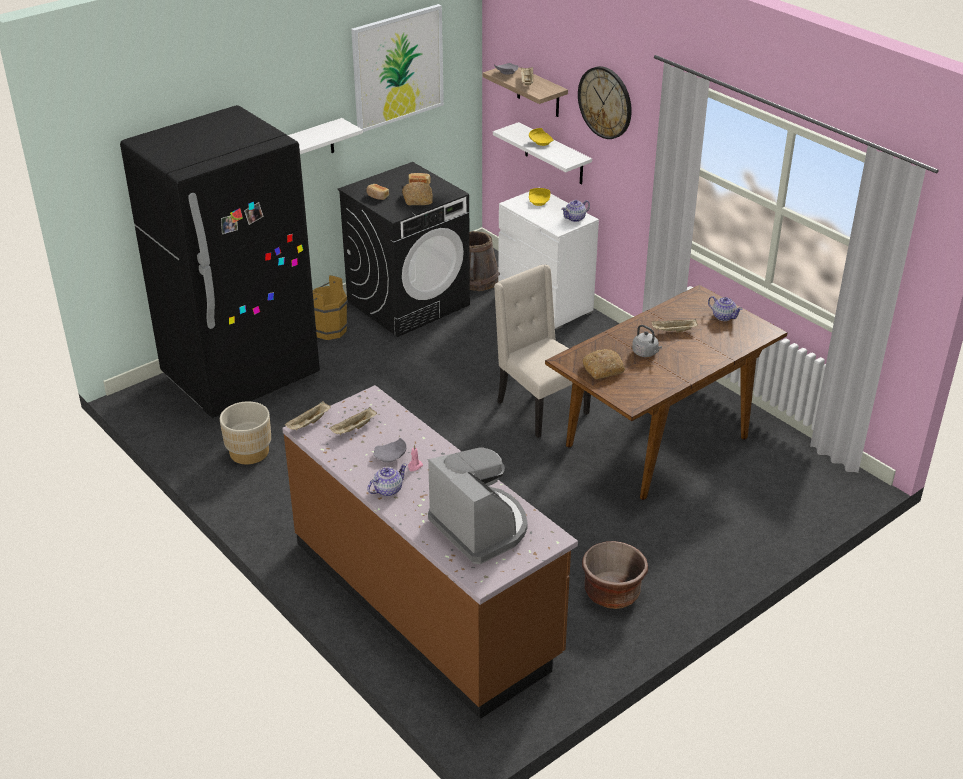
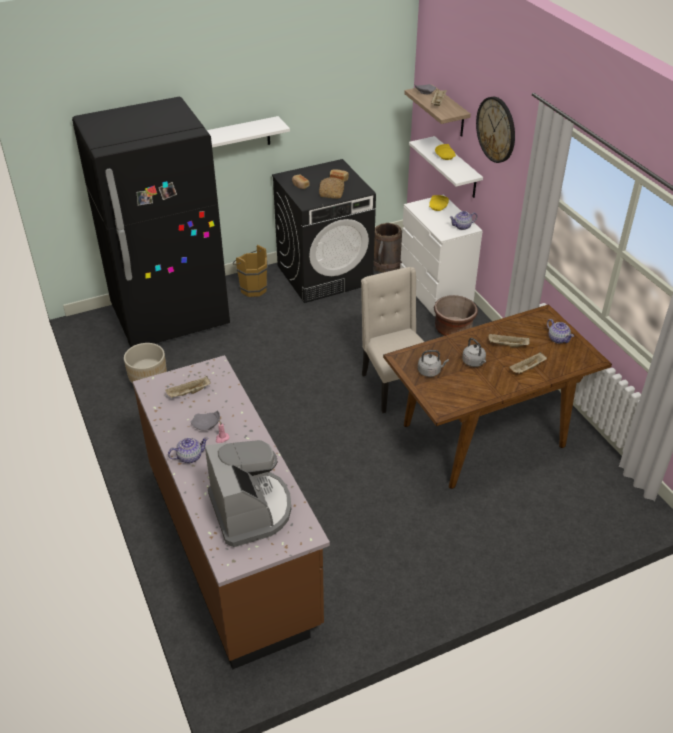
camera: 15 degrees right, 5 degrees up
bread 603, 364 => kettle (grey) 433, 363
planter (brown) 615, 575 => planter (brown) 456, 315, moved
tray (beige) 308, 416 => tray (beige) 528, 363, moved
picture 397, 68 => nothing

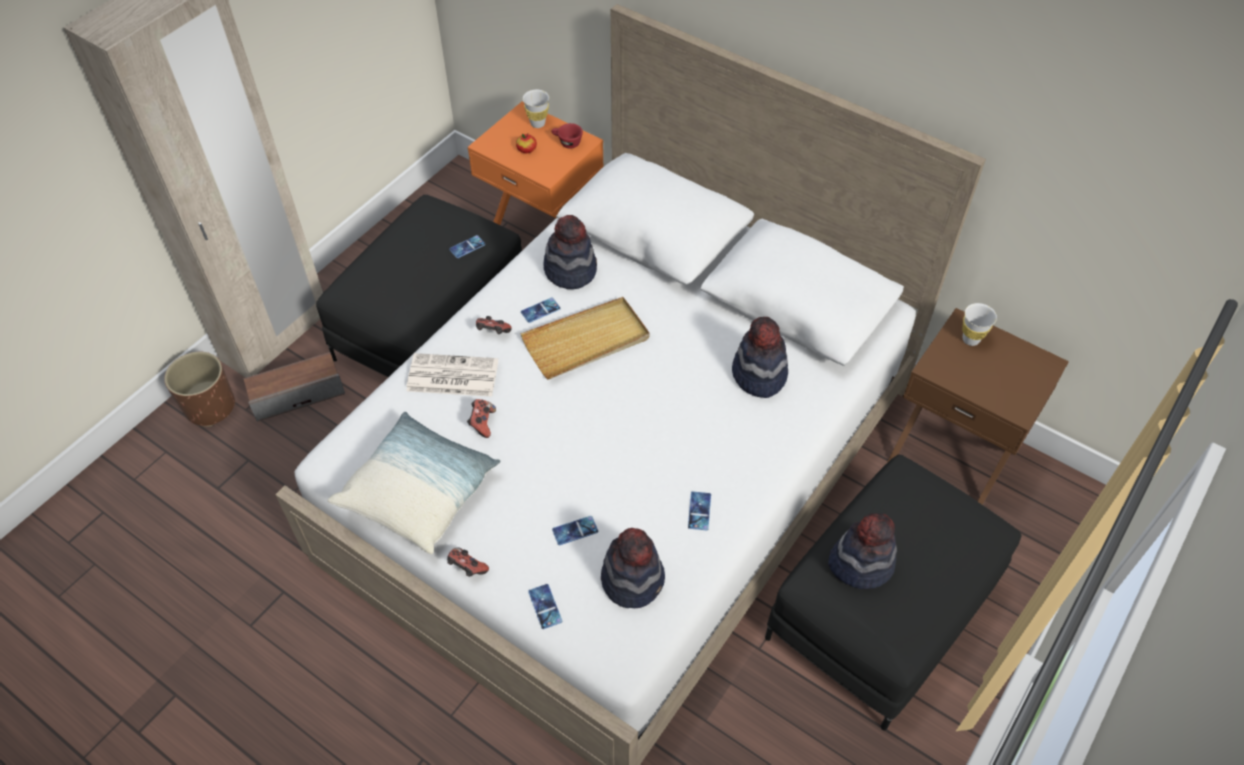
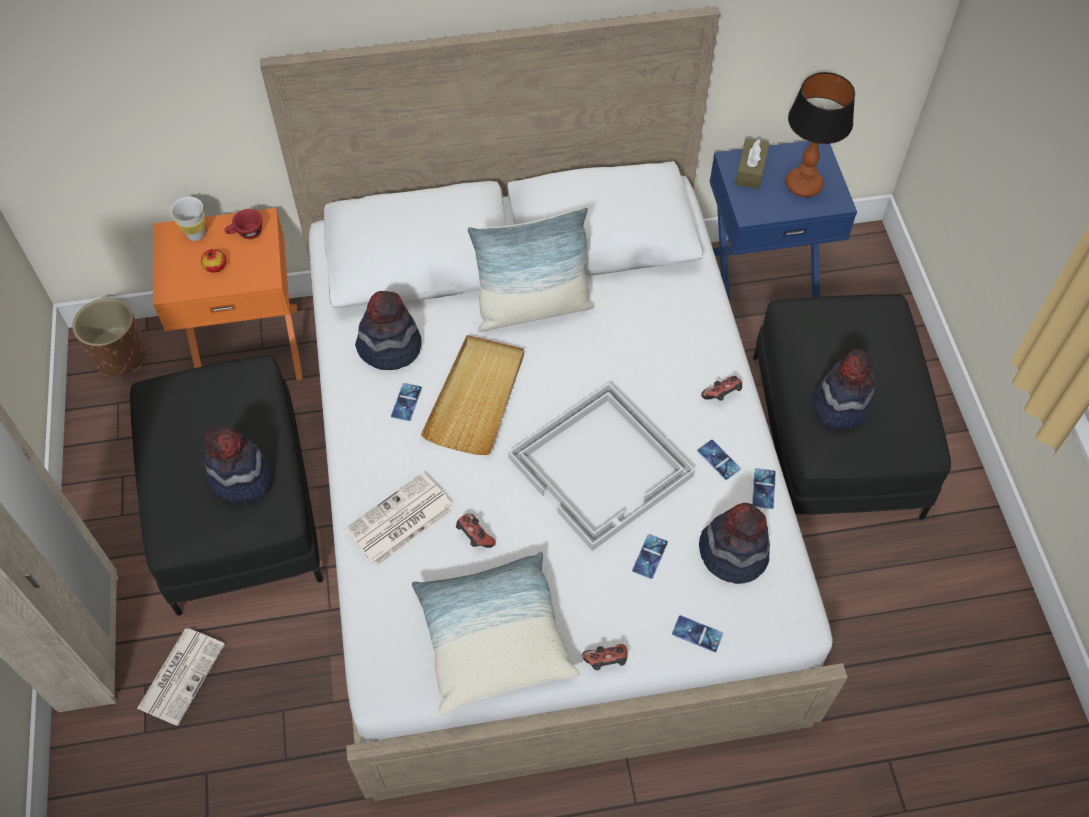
camera: 45 degrees left, 5 degrees up
planter (brown) 199, 389 => planter (brown) 109, 337, moved
speaker 294, 387 => newspaper 181, 677
hat 760, 357 => hat 238, 464, moved
nothing => pillow 530, 269
nothing => tray (white) 601, 467
game controller 494, 325 => game controller 721, 388, moved
nightstand (brown) 978, 406 => nightstand (blue) 783, 221
cup (white) 979, 324 => tissue box (brown) 752, 164
phone 467, 246 => phone 764, 488, moved
nothing => table lamp 820, 134

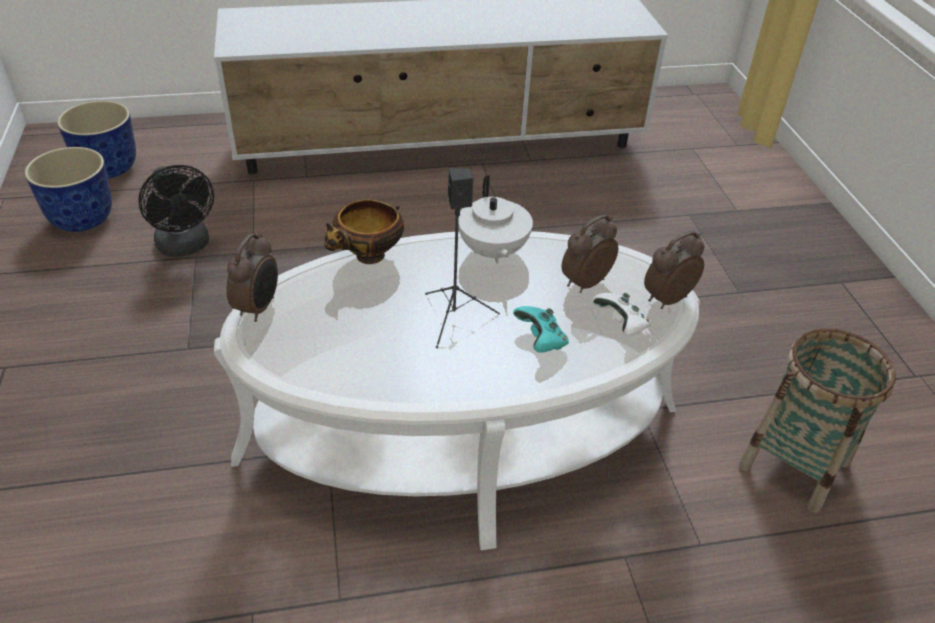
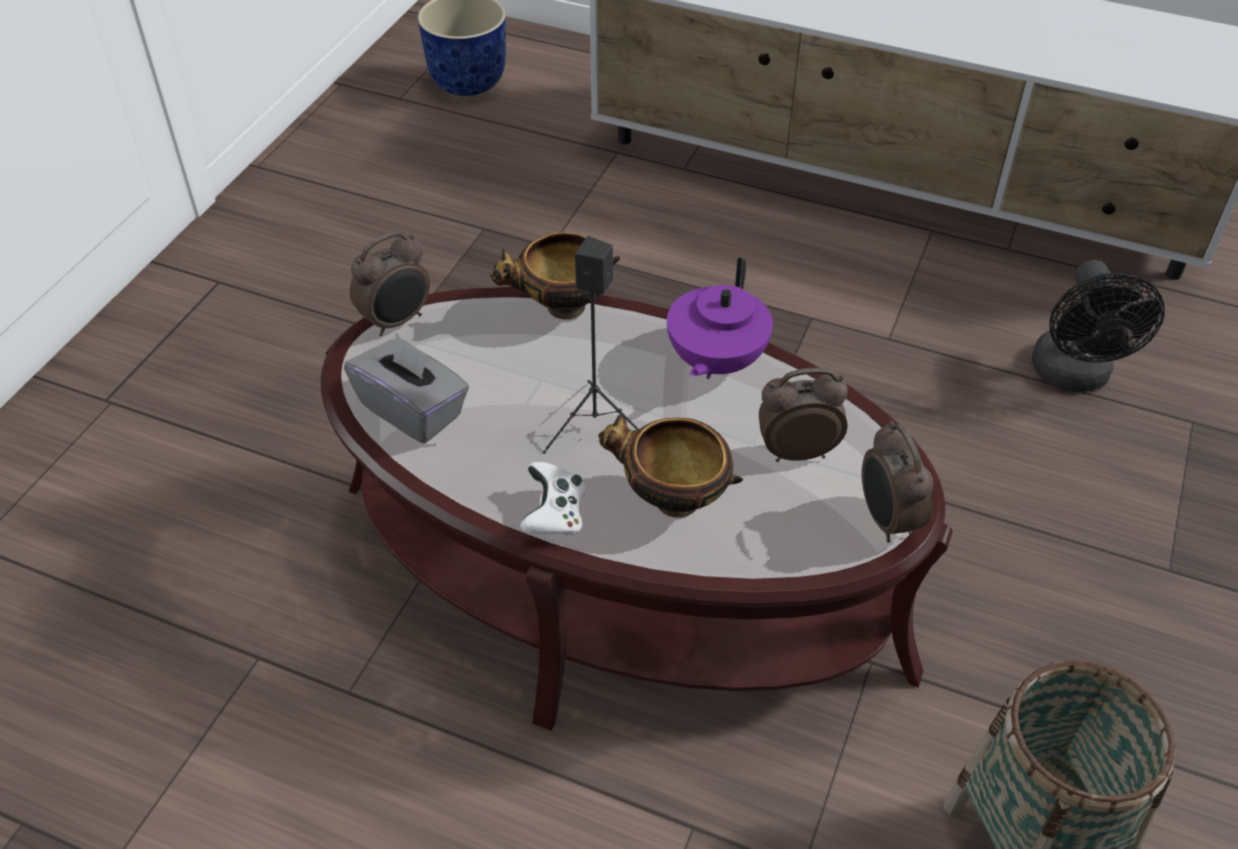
camera: 35 degrees right, 5 degrees up
coffee table (white) 457, 390 => coffee table (brown) 636, 509
nothing => tissue box (grey) 406, 388
game controller (white) 621, 314 => game controller (white) 552, 499, moved
game controller (turquoise) 541, 329 => bowl 670, 465
teapot (white) 495, 219 => teapot (purple) 720, 318
alarm clock 674, 270 => alarm clock 898, 482, 105 degrees counterclockwise
fan (black) 176, 211 => fan (black) 1098, 326, moved
planter 68, 189 => nothing

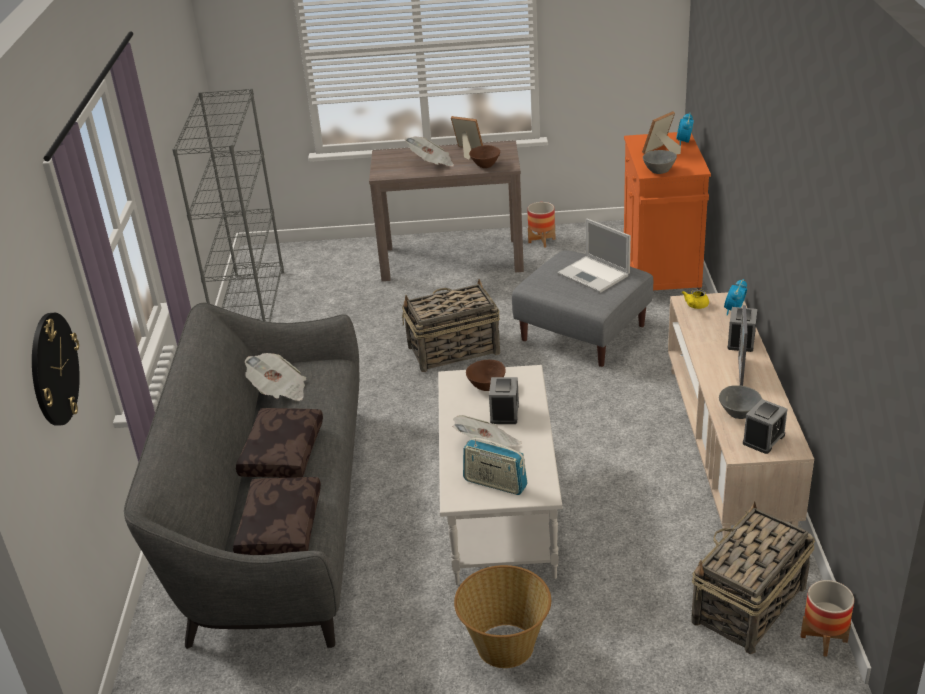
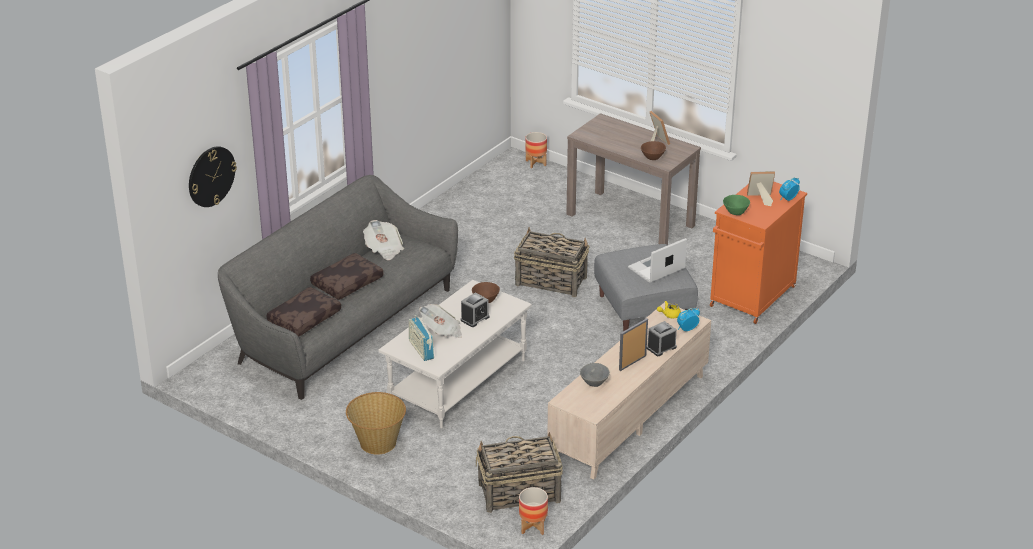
camera: 35 degrees right, 0 degrees up
planter 541, 225 => planter 536, 150, moved
laptop 594, 256 => laptop 657, 260, 60 degrees clockwise
bowl (grey) 660, 162 => bowl (green) 736, 205
bookcase (grey) 228, 205 => nothing
newspaper 429, 151 => nothing
alarm clock 765, 426 => nothing

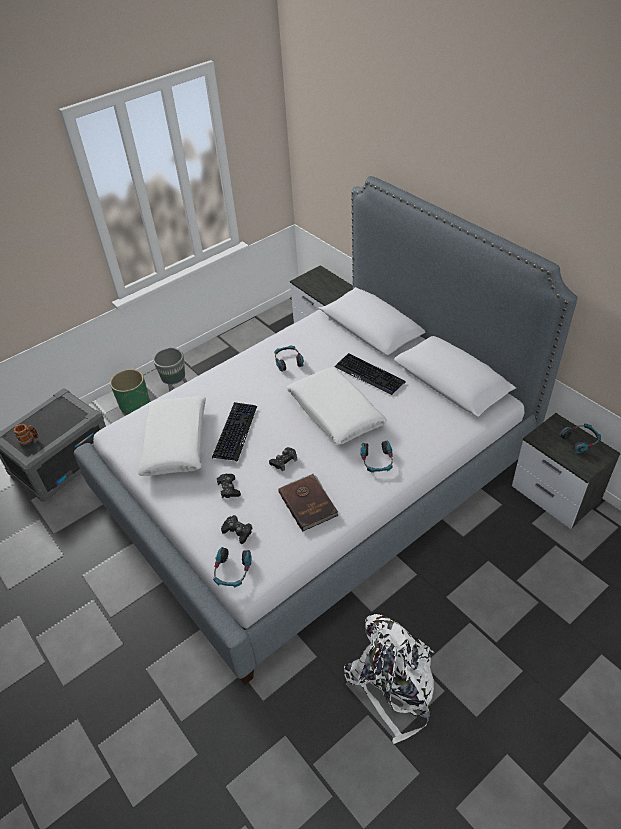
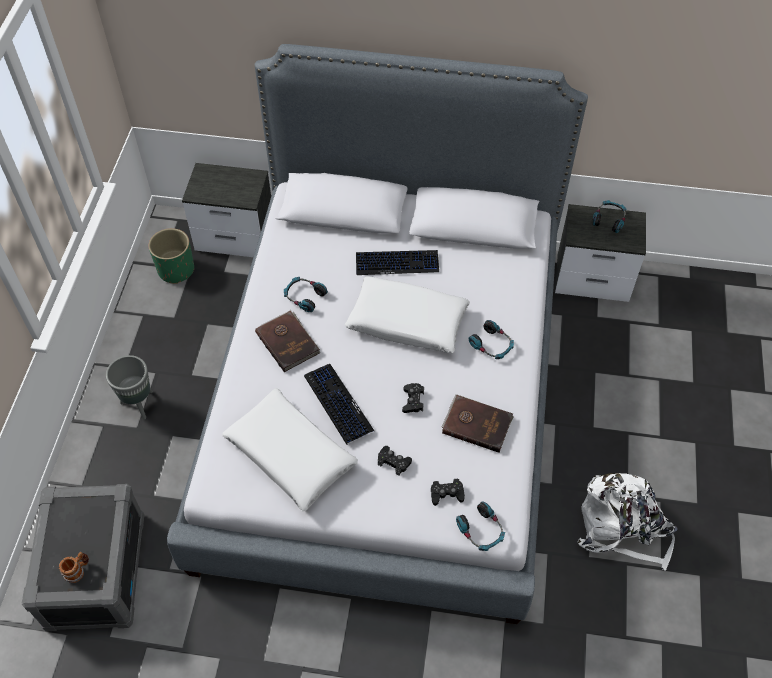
camera: 45 degrees left, 10 degrees up
planter (green) 130, 391 => planter (green) 171, 256, moved
nothing => book (brown) 287, 341

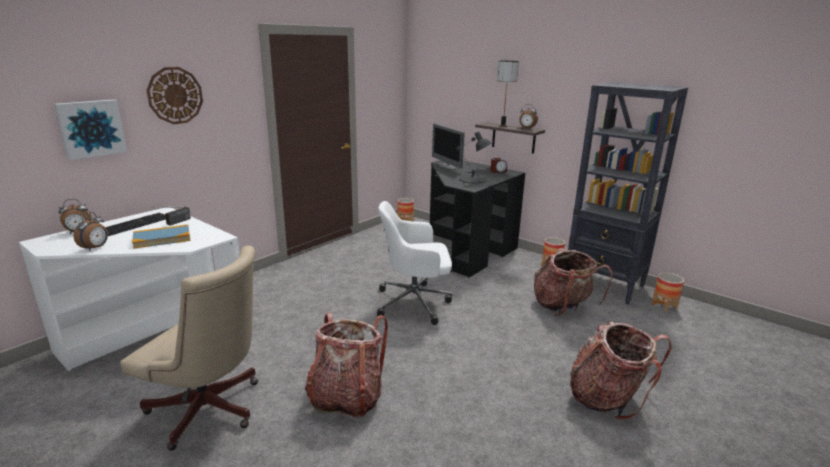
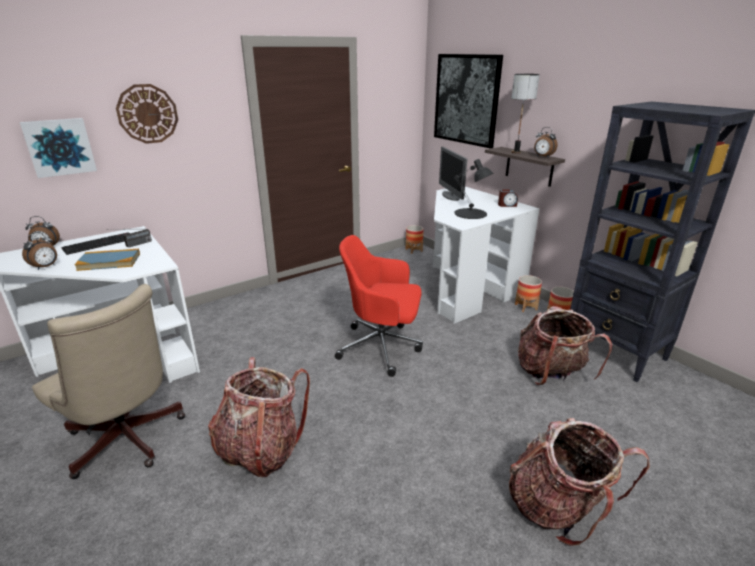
camera: 15 degrees right, 5 degrees up
office chair (white) 414, 263 => office chair (red) 379, 306
desk (black) 477, 219 => desk (white) 486, 255
nothing => picture 468, 101
planter 668, 292 => planter 528, 293, moved

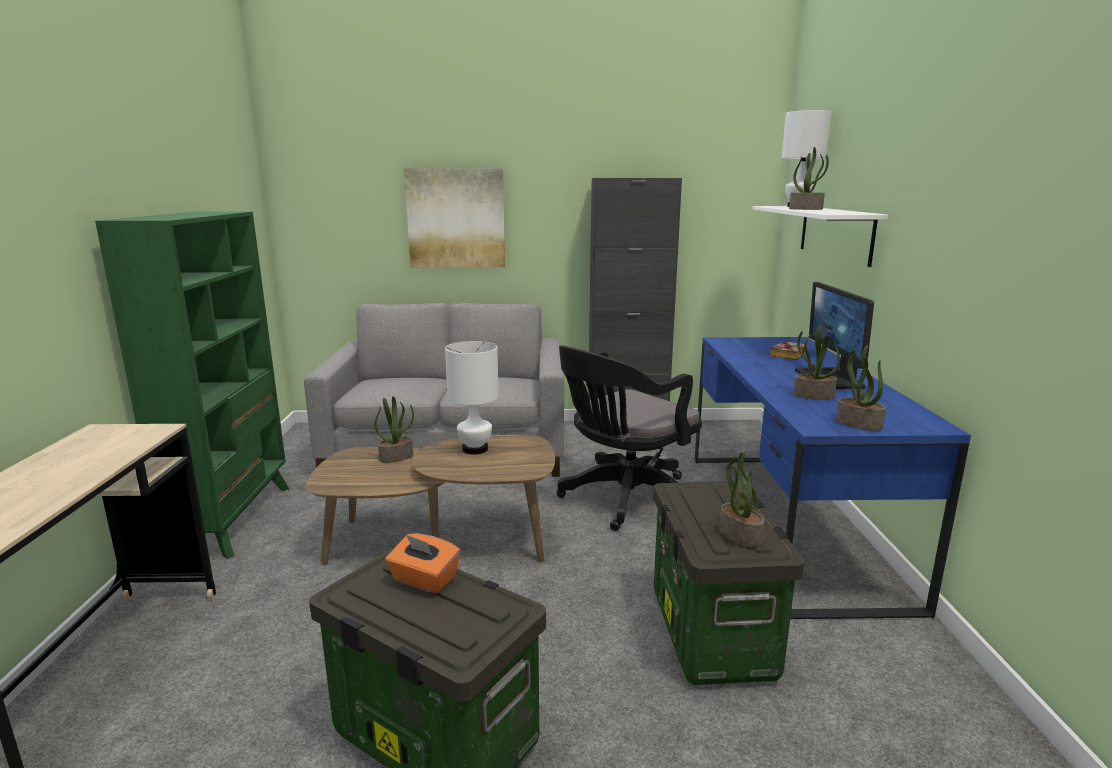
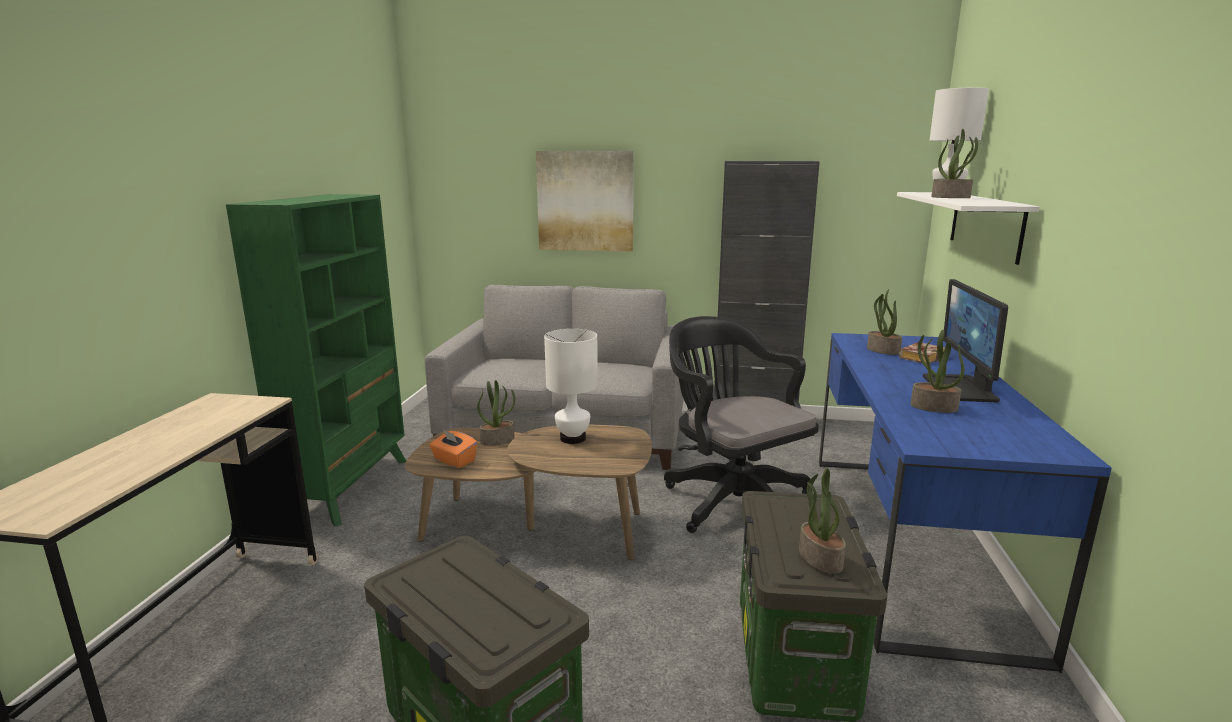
camera: 10 degrees right, 0 degrees up
tissue box (orange) 423, 563 => tissue box (orange) 453, 448, moved
office chair (black) 629, 438 => office chair (black) 741, 424, 90 degrees clockwise
potted plant 861, 388 => potted plant 884, 322, moved

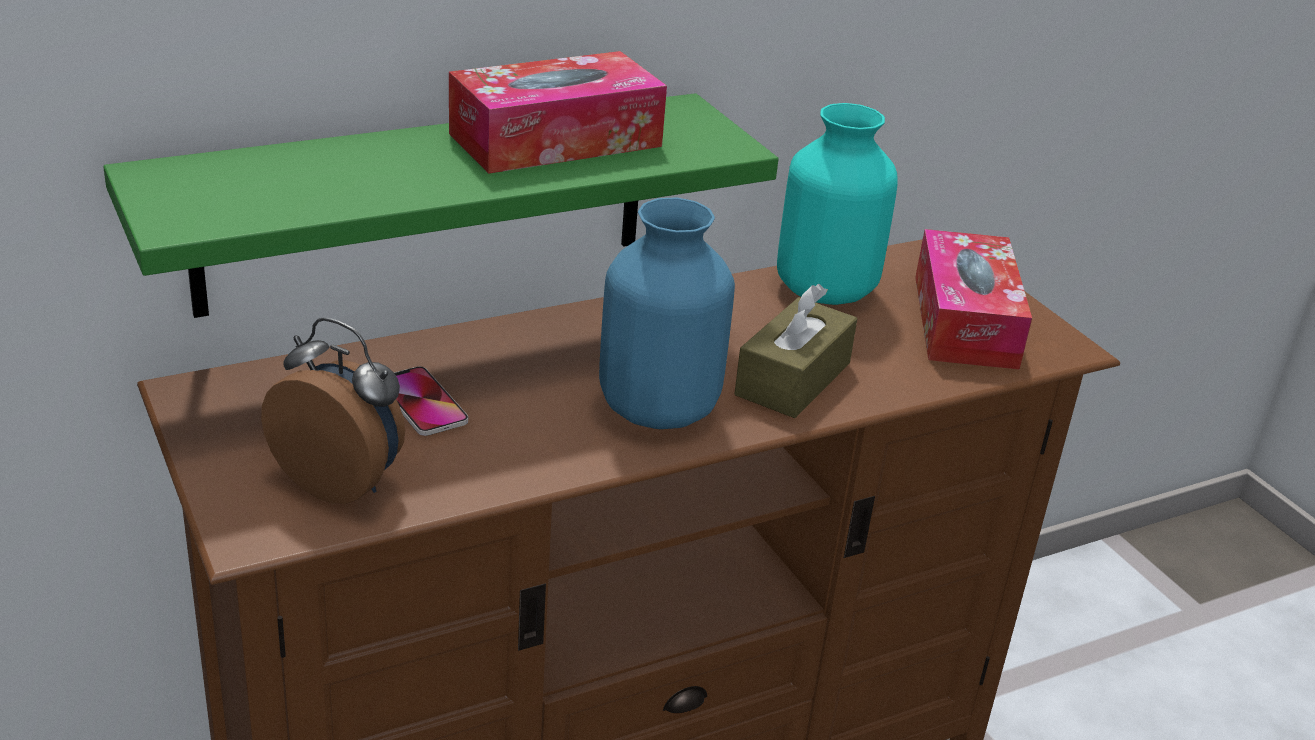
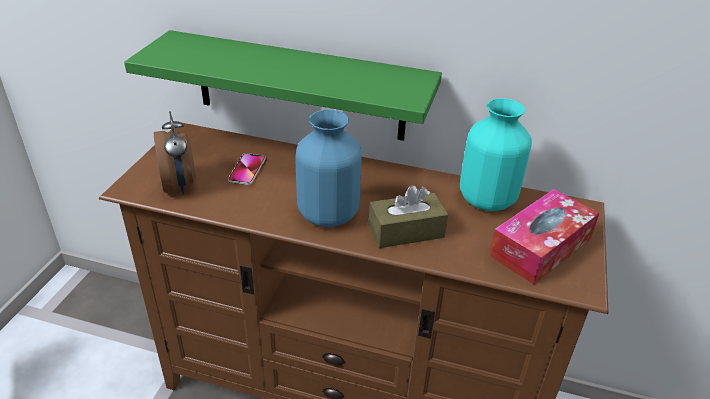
camera: 45 degrees right, 5 degrees up
tissue box 558, 112 => nothing

